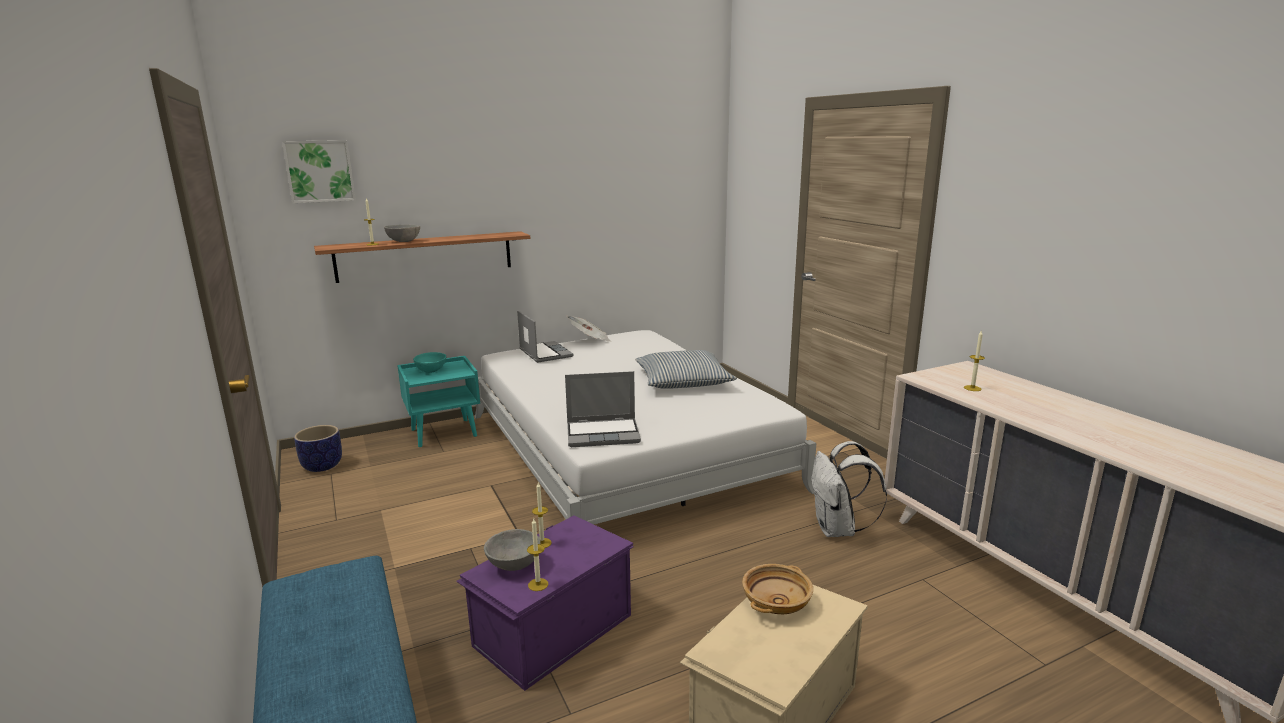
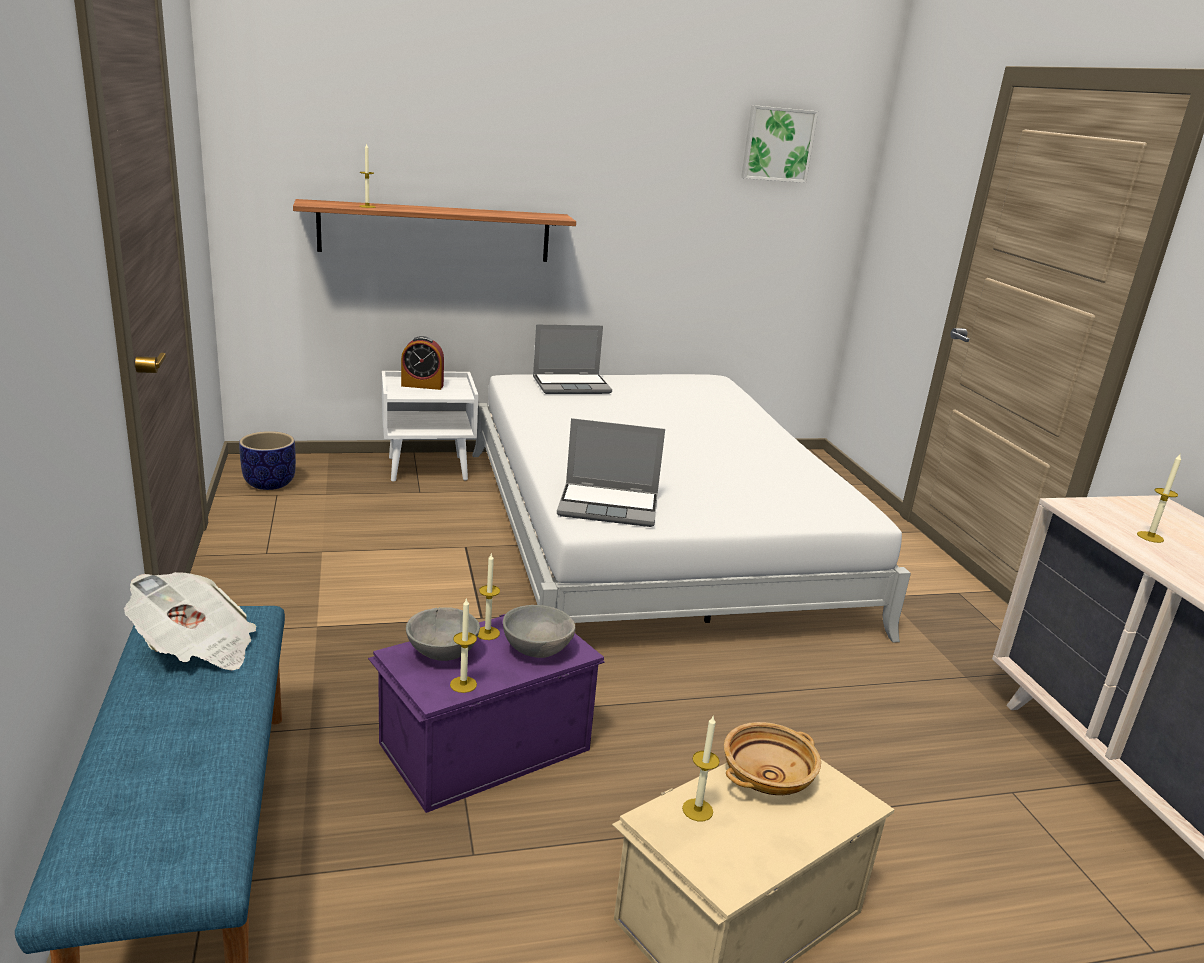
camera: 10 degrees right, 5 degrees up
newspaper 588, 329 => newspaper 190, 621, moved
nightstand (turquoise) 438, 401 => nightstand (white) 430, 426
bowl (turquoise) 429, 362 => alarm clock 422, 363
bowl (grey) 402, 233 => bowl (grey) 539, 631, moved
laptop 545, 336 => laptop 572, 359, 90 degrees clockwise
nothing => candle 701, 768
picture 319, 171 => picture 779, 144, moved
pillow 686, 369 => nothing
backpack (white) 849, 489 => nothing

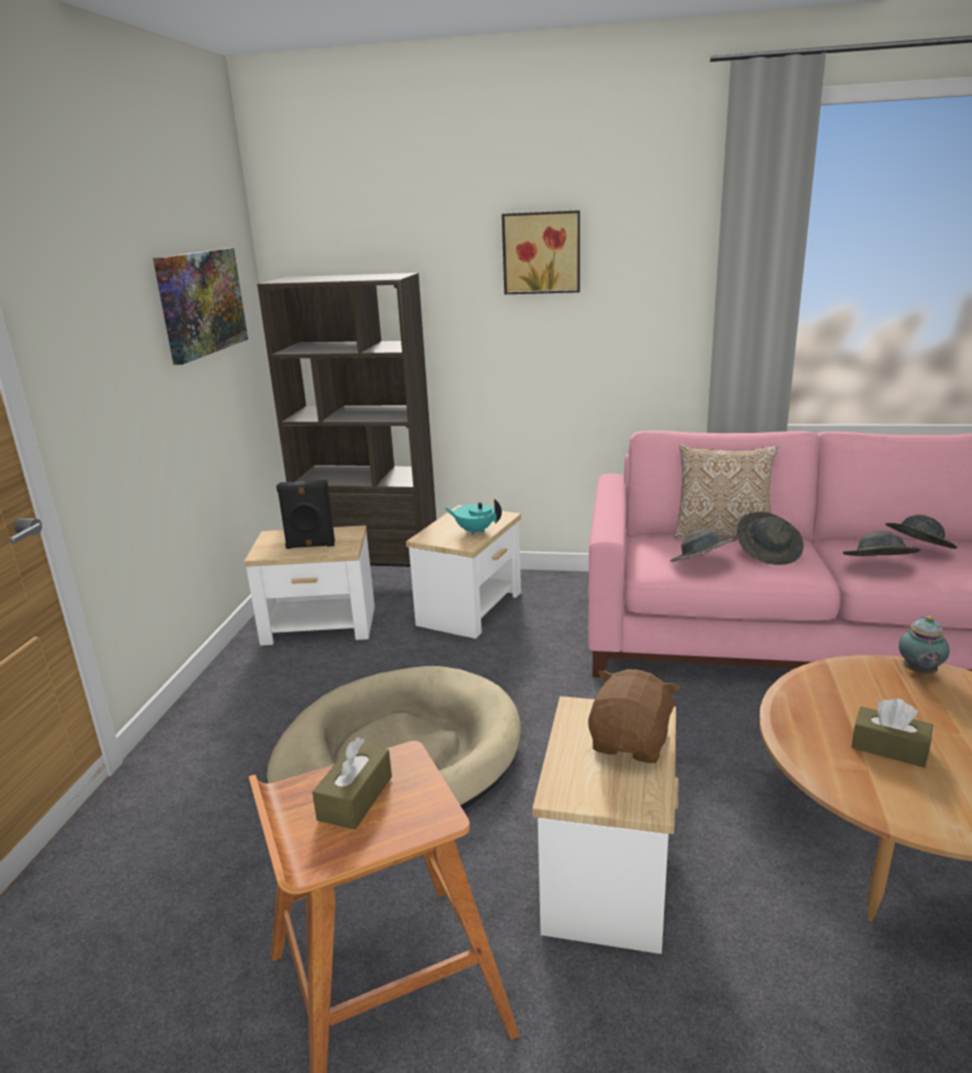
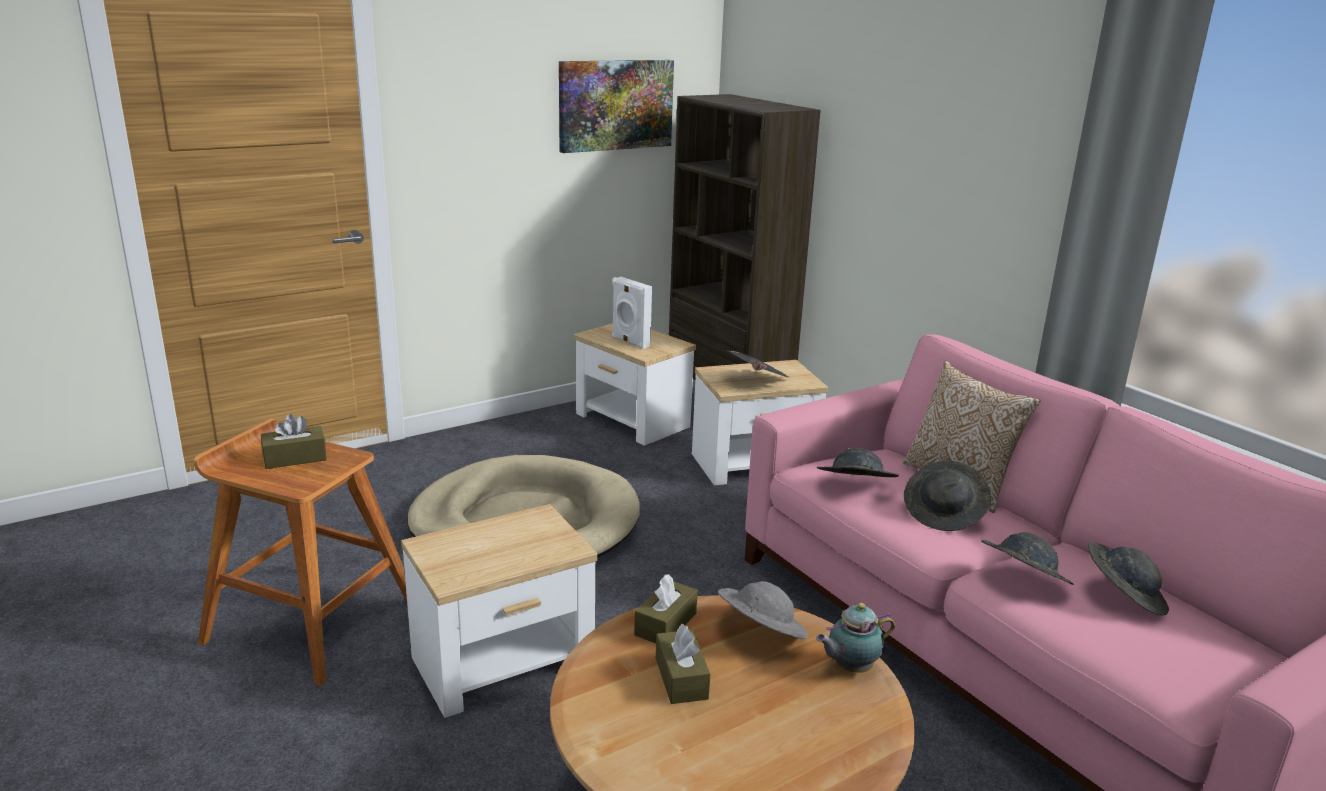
camera: 45 degrees right, 0 degrees up
speaker (black) 305, 514 => speaker (white) 632, 313
nothing => tissue box (brown) 666, 608
nothing => hat (grey) 763, 610
teapot (turquoise) 473, 517 => newspaper 756, 363
picture 541, 252 => nothing
plush toy (brown) 634, 716 => nothing

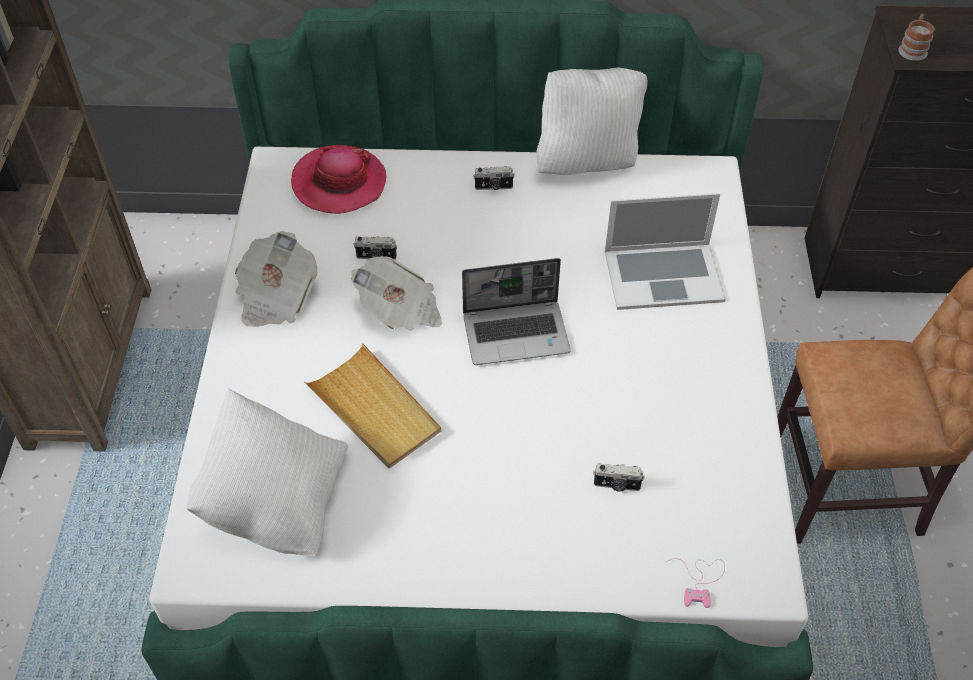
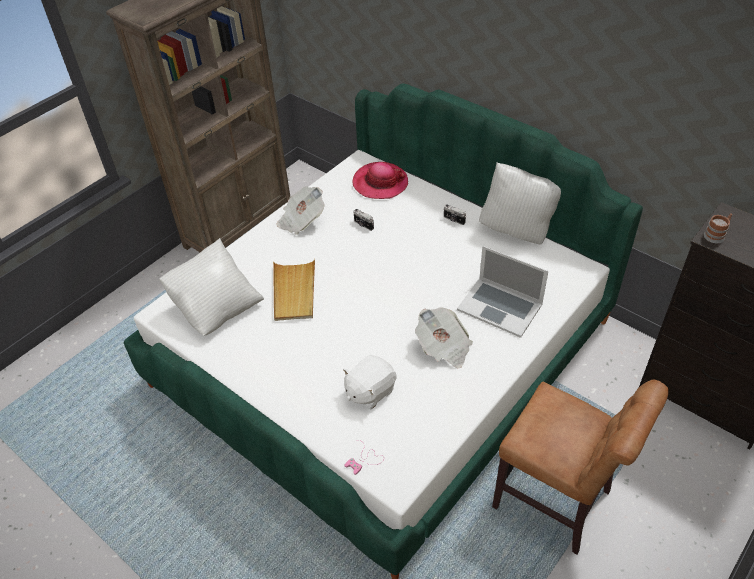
camera: 40 degrees right, 5 degrees down
photo camera 619, 477 => plush toy (white) 370, 382
newspaper 396, 293 => newspaper 444, 337, moved
laptop 516, 311 => nothing

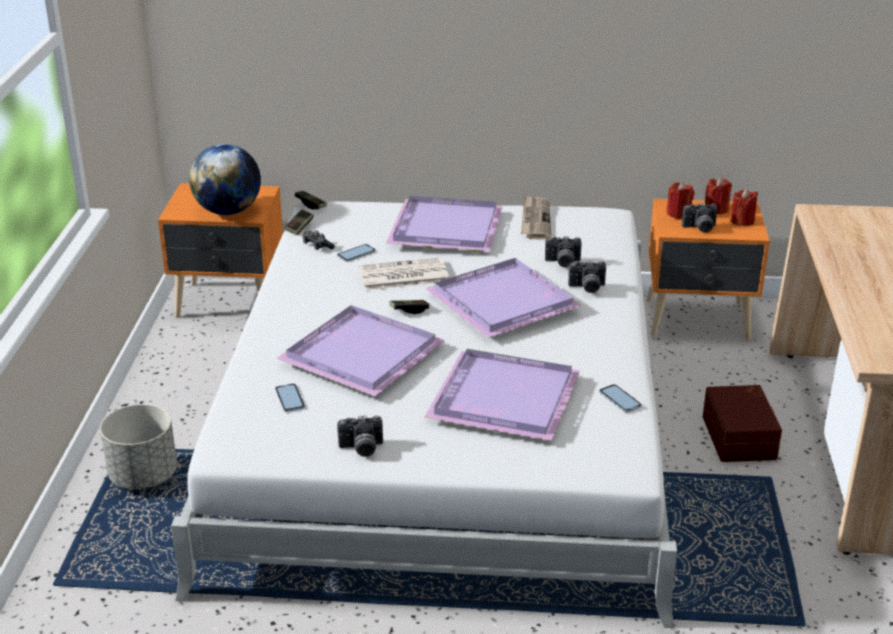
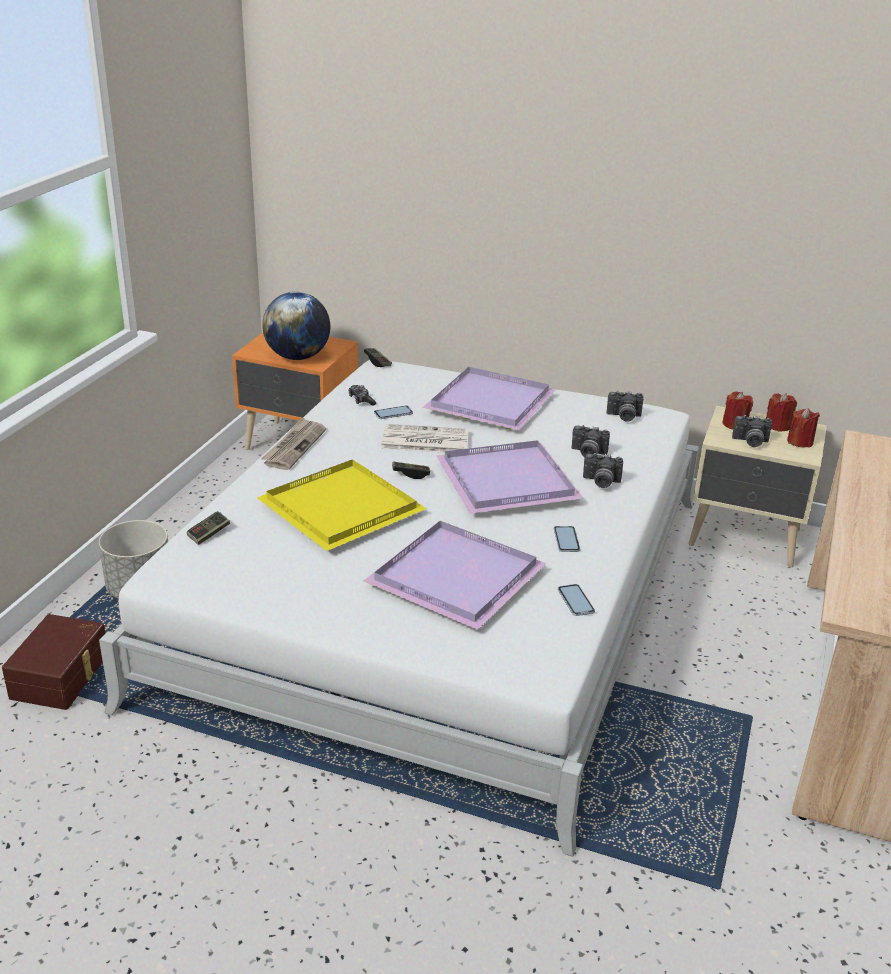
camera: 15 degrees right, 0 degrees up
storage box (brown) 742, 423 => storage box (brown) 53, 662, moved
game controller 299, 222 => game controller 208, 528, moved
tray (purple) 360, 350 => tray (yellow) 342, 505
newspaper 536, 217 => newspaper 293, 443, moved
phone 290, 397 => phone 567, 539, moved
photo camera 360, 436 => photo camera 625, 406, moved
nightstand (orange) 708, 269 => nightstand (beige) 757, 486

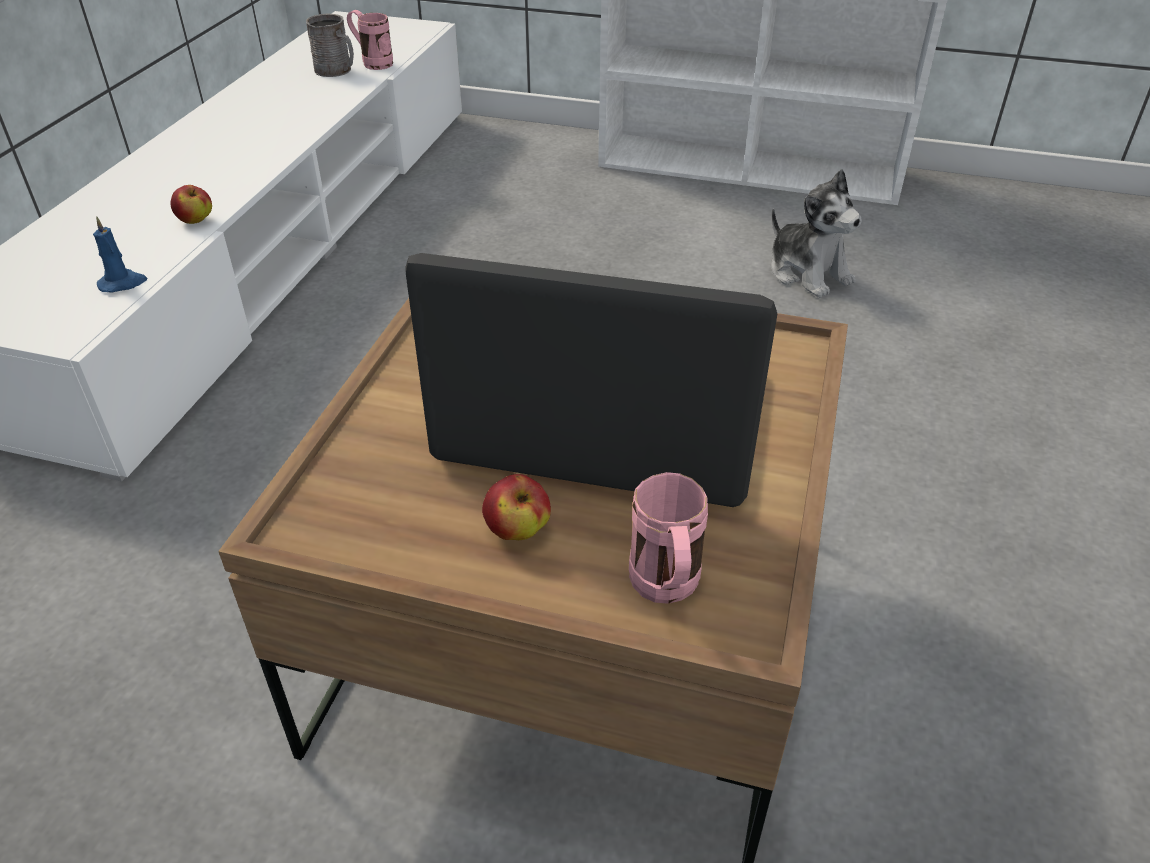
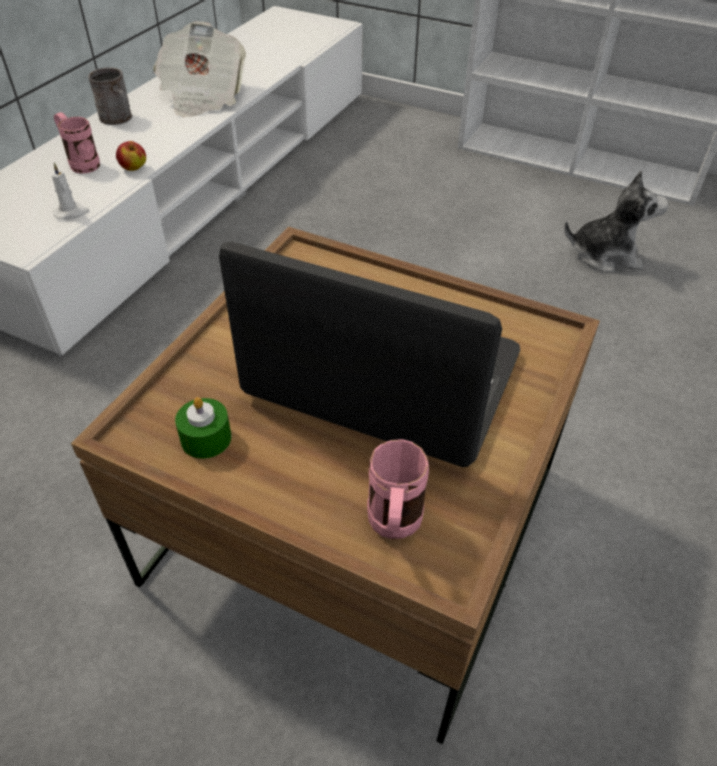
camera: 10 degrees right, 5 degrees up
candle (blue) 120, 255 => candle (white) 70, 190
mug (pink) 370, 40 => mug (pink) 77, 143, moved
mug (grey) 330, 45 => mug (grey) 110, 96, moved
nothing => newspaper 199, 69
nothing => candle (green) 203, 428
plush toy 816, 233 => plush toy 616, 222, 60 degrees counterclockwise
apple 516, 507 => nothing

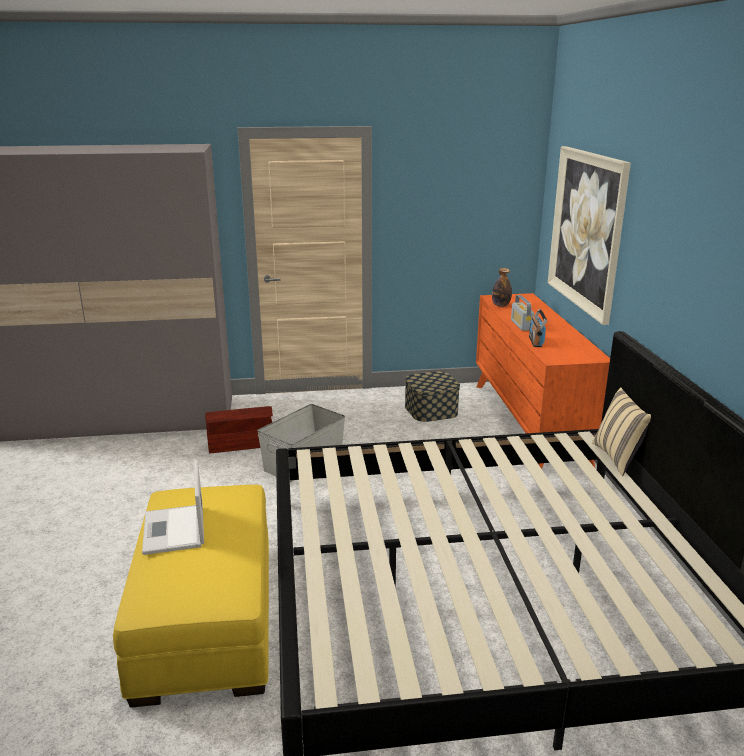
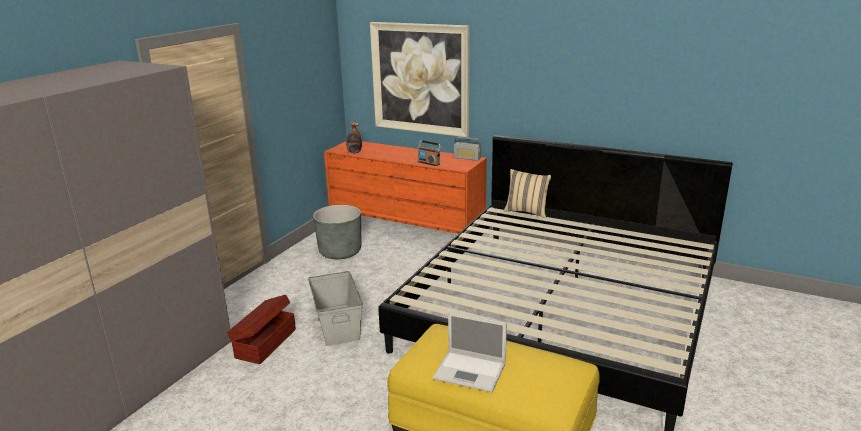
camera: 55 degrees left, 0 degrees up
storage box 432, 396 => planter (grey) 337, 232
radio 522, 313 => radio 467, 148, moved

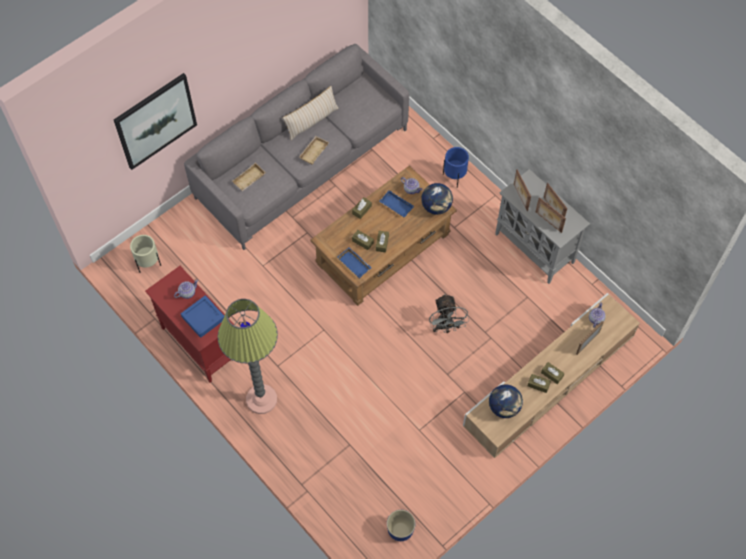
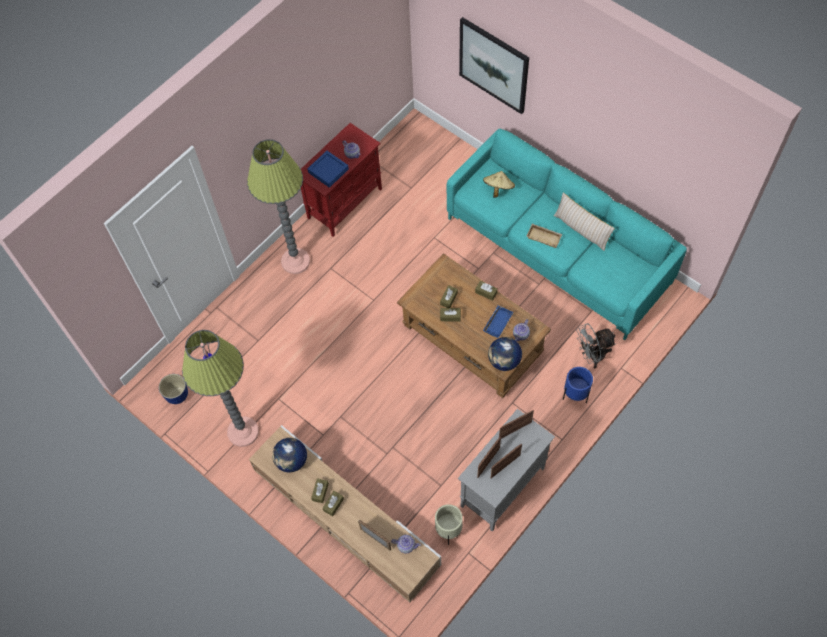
camera: 85 degrees right, 0 degrees up
nothing => floor lamp 220, 388
planter (beige) 145, 254 => planter (beige) 449, 524, moved
sofa (grey) 296, 147 => sofa (turquoise) 567, 234
tray (beige) 249, 177 => hat (beige) 499, 184
fan (grey) 449, 313 => fan (grey) 596, 345, moved
tray (blue) 354, 262 => nothing

